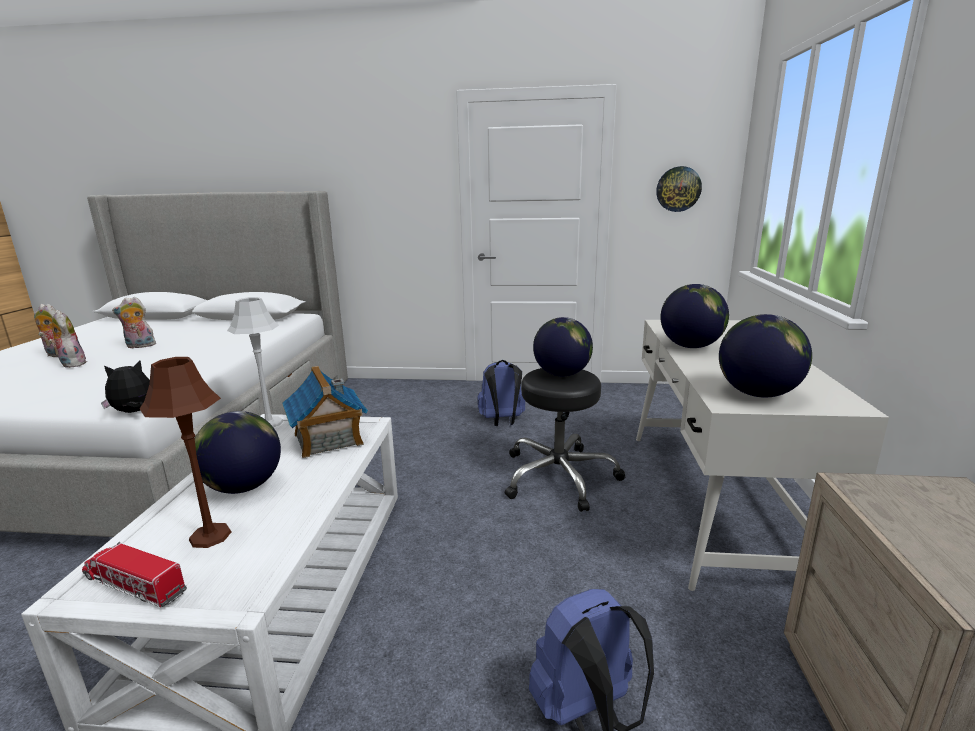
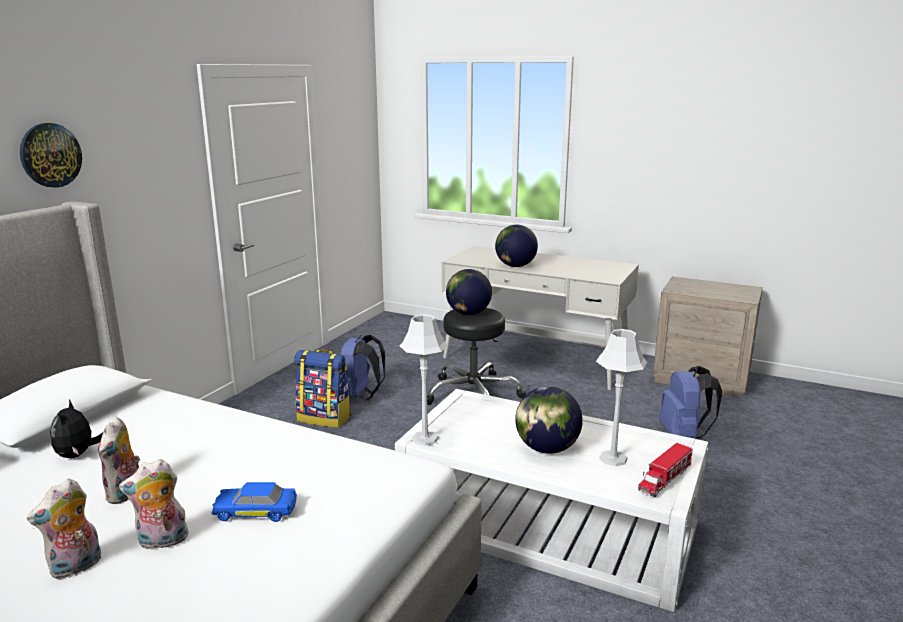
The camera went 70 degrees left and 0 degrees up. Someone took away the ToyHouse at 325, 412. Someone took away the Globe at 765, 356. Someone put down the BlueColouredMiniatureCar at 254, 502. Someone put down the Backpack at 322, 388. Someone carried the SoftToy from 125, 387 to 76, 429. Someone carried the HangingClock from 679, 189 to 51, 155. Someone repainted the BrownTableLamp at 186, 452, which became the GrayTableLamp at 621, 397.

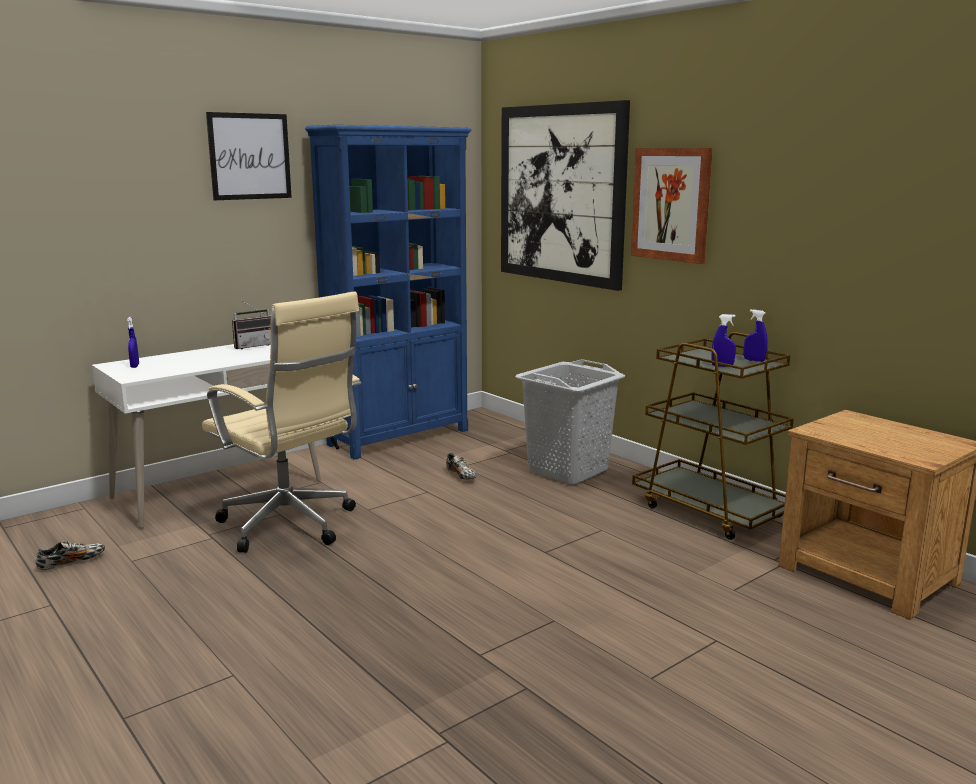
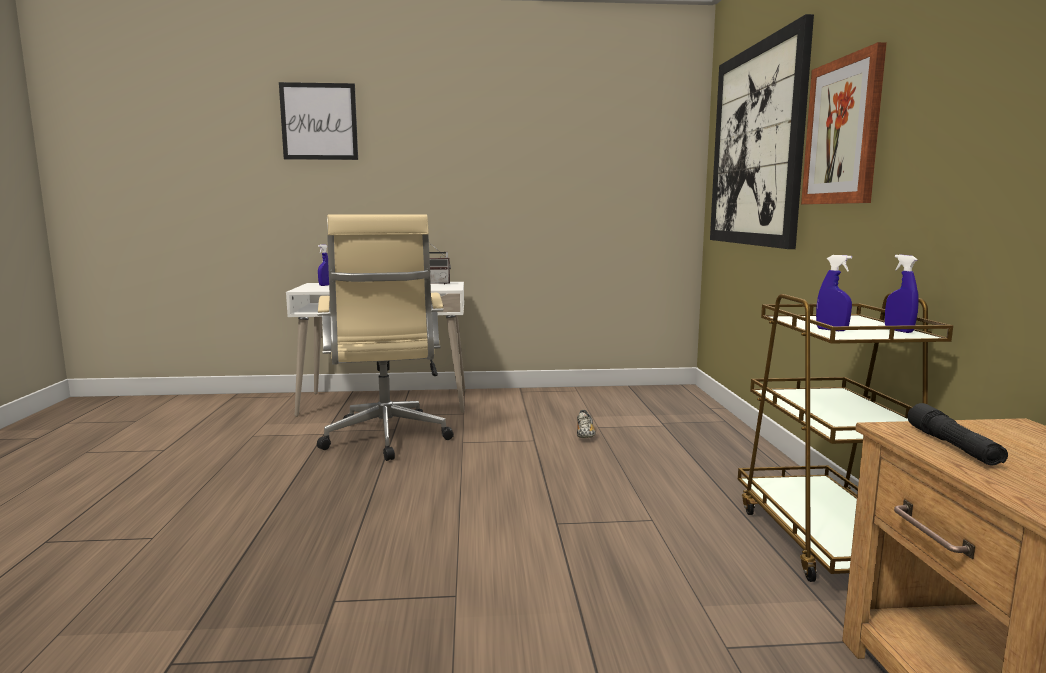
The camera went 35 degrees right and 5 degrees down. Someone took away the Shoe at 70, 555. Someone took away the BlueColouredShelvingUnit at 388, 292. Someone took away the GrayHamper at 570, 422. Someone put down the BlackFlashlight at 958, 434. Someone carried the WallArt from 249, 156 to 318, 121.

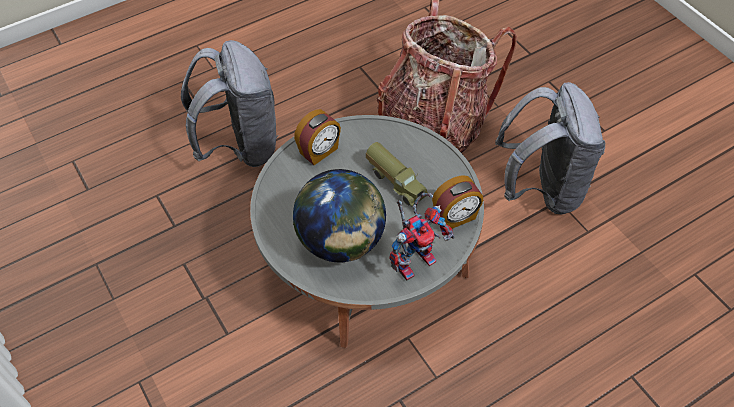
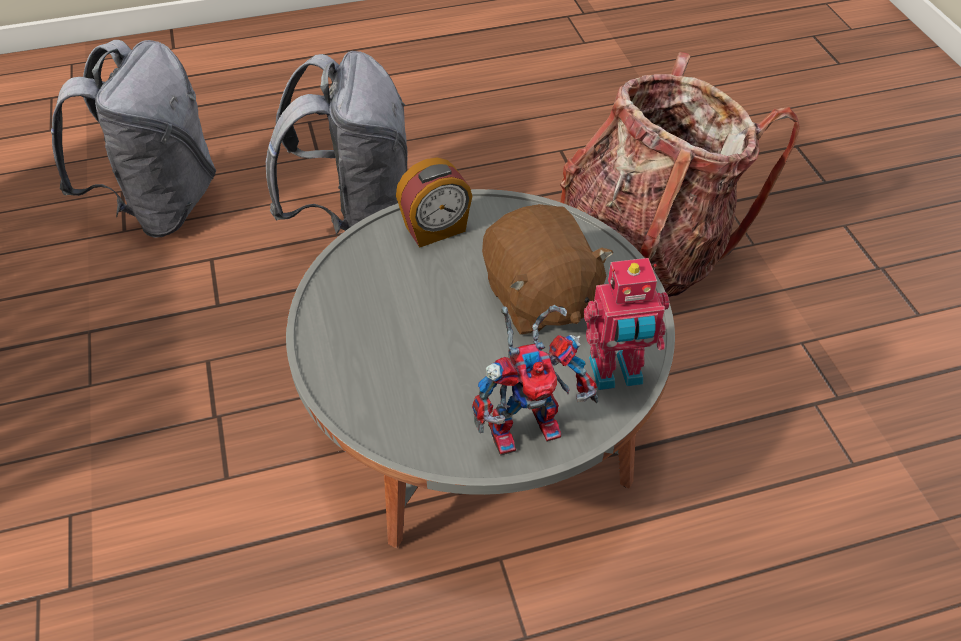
The camera went 15 degrees right and 5 degrees down. Someone took away the Globe at 339, 216. Someone carried the GrayBackpack from 550, 148 to 133, 139. Someone swapped the ToyTruck at 397, 174 for the BrownSoftToy at 547, 269. Someone swapped the BedsideClock at 457, 202 for the ToyRobot at 626, 324.

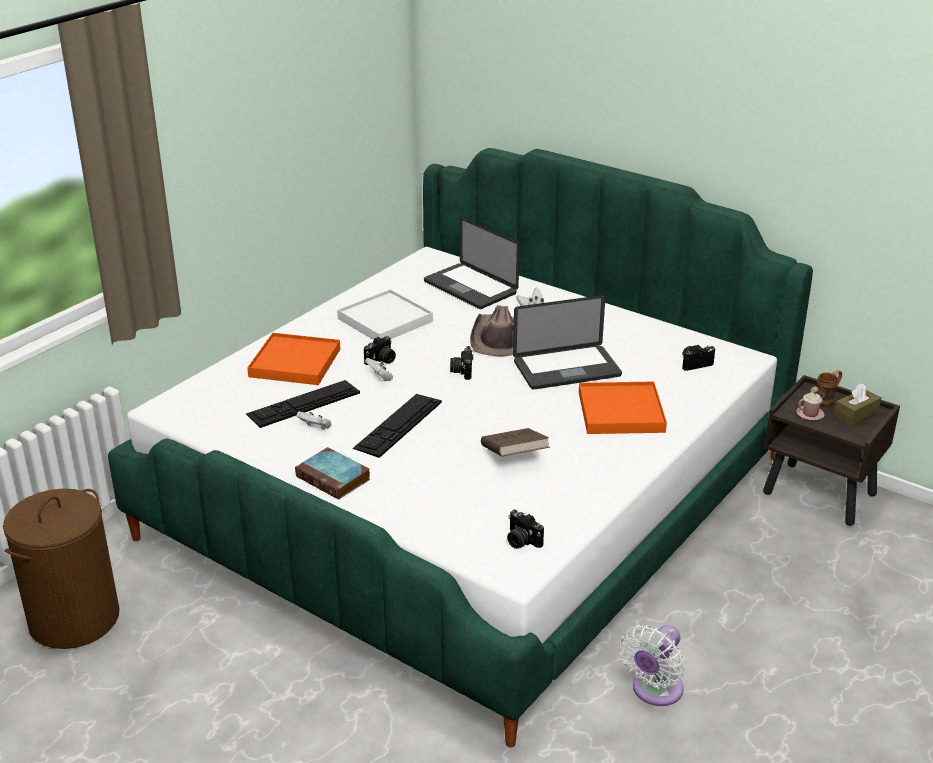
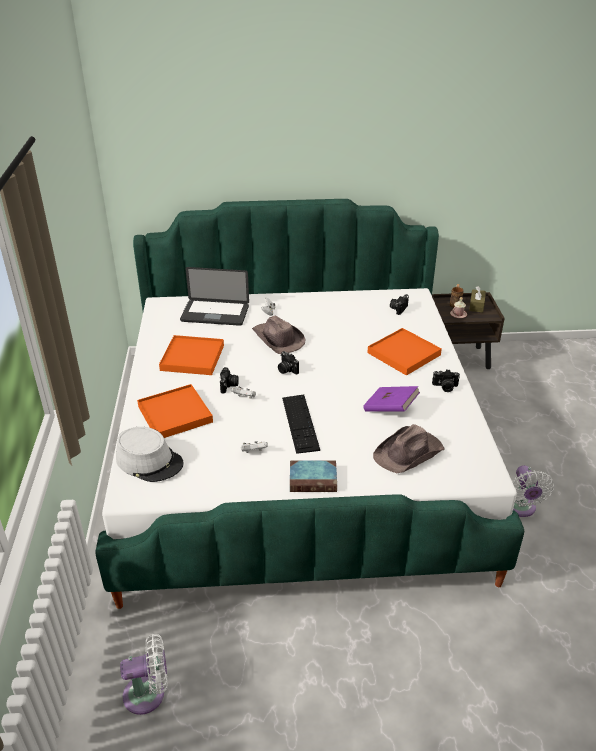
The camera went 40 degrees left and 5 degrees up. Someone took away the Keyboard at 303, 404. Someone took away the NotebookComputer at 567, 342. Someone put down the GrayClothingHat at 150, 454. Someone put down the BrownClothingHat at 408, 448. Someone carried the PhotoCamera from 525, 529 to 446, 380. Someone swapped the BrownHamper at 61, 569 for the WhiteColouredFan at 144, 674. Someone repainted the WhiteColouredTray at 385, 314, which became the OrangeColouredTray at 191, 355. Someone repainted the BrownBook at 515, 442, which became the PurpleBook at 391, 399.

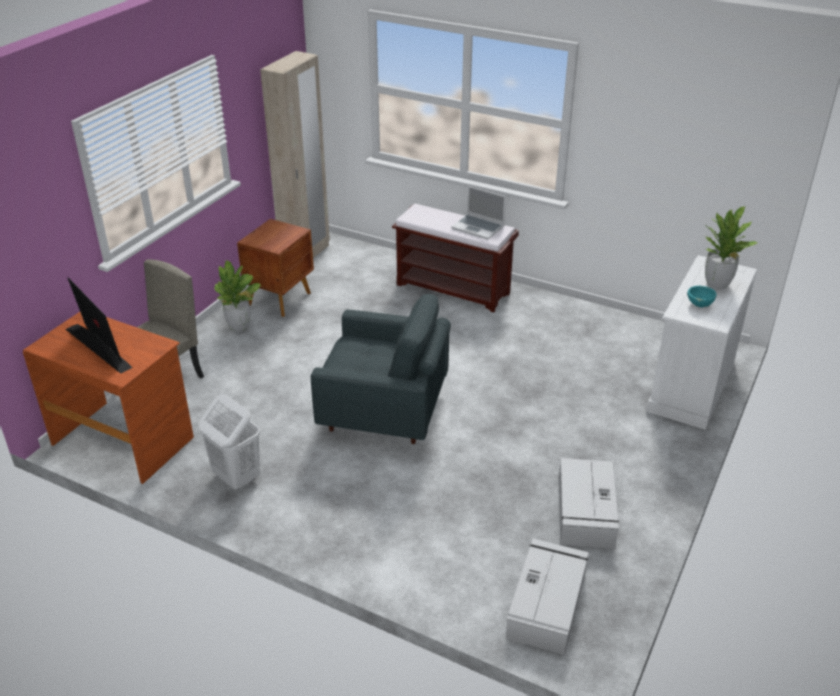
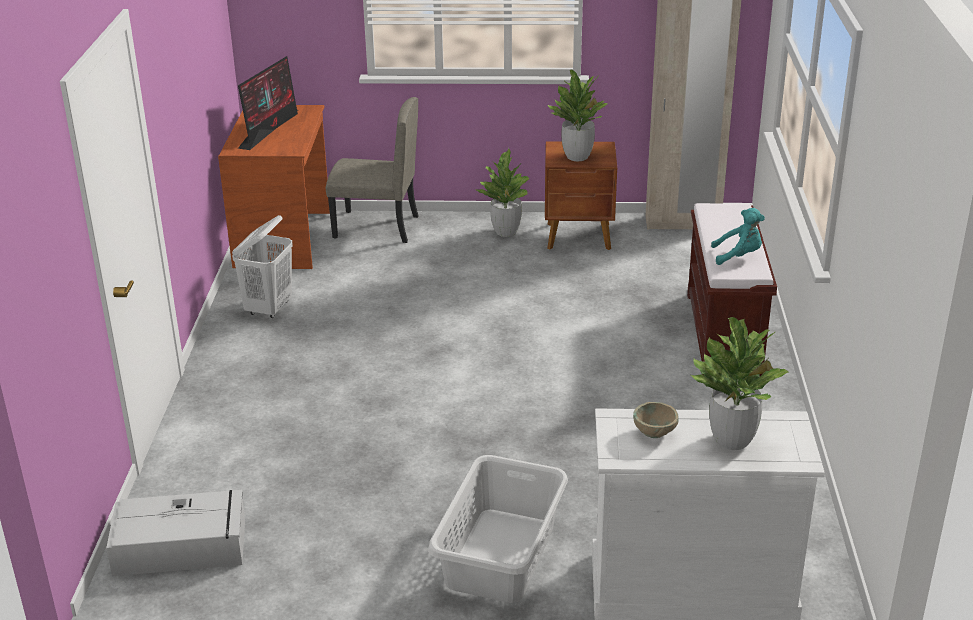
The camera went 65 degrees right and 5 degrees down. Someone took away the GrayLoungeChair at 381, 369. Someone took away the GrayStorageBox at 589, 503. Someone put down the GrayHamper at 498, 529. Someone put down the PottedPlant at 577, 115. Someone swapped the NotebookComputer at 478, 213 for the TurquoiseColouredSoftToy at 738, 236. Someone repainted the TurquoiseColouredBowl at 702, 296, which became the BeigeColouredBowl at 656, 420.

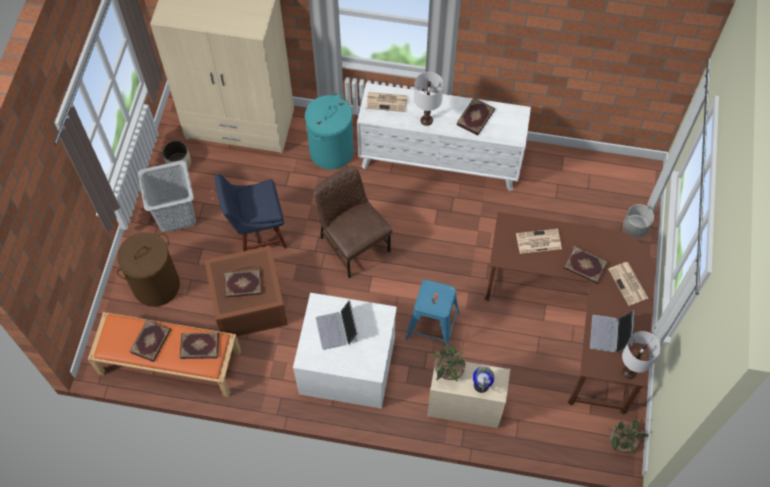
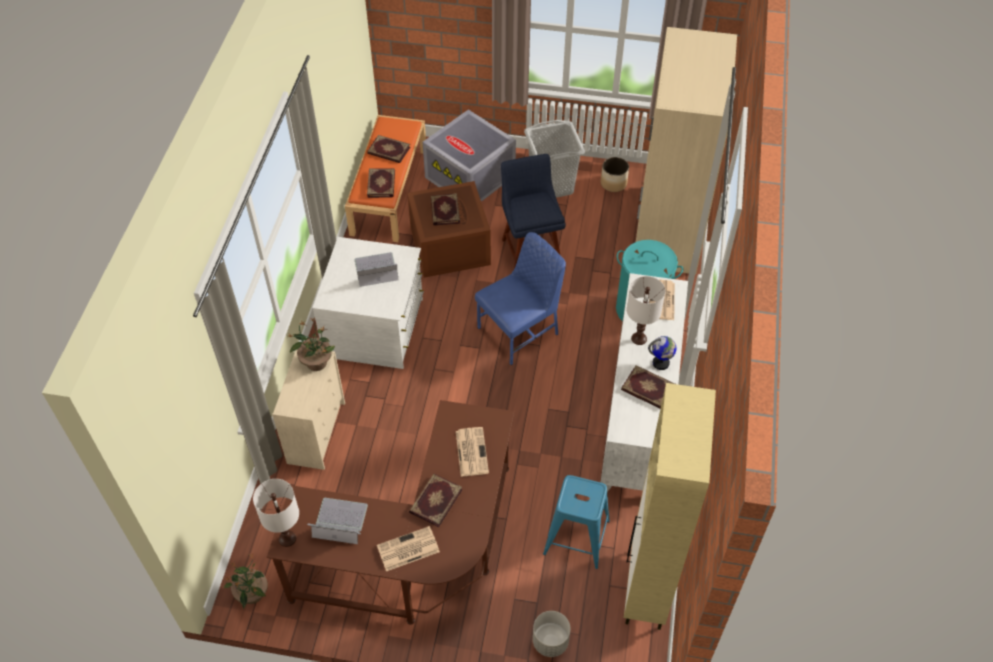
The camera went 90 degrees right and 10 degrees down. Someone put down the BeigeColouredStorageCabinet at 670, 506. Someone carried the BlueColouredStoolSeat from 432, 313 to 576, 522. Someone carried the Globe from 484, 380 to 662, 353. Someone swapped the BrownHamper at 148, 269 for the GrayStorageBox at 469, 155. Someone repainted the BrownPlainChair at 353, 222, which became the BlueColouredPlainChair at 520, 298.

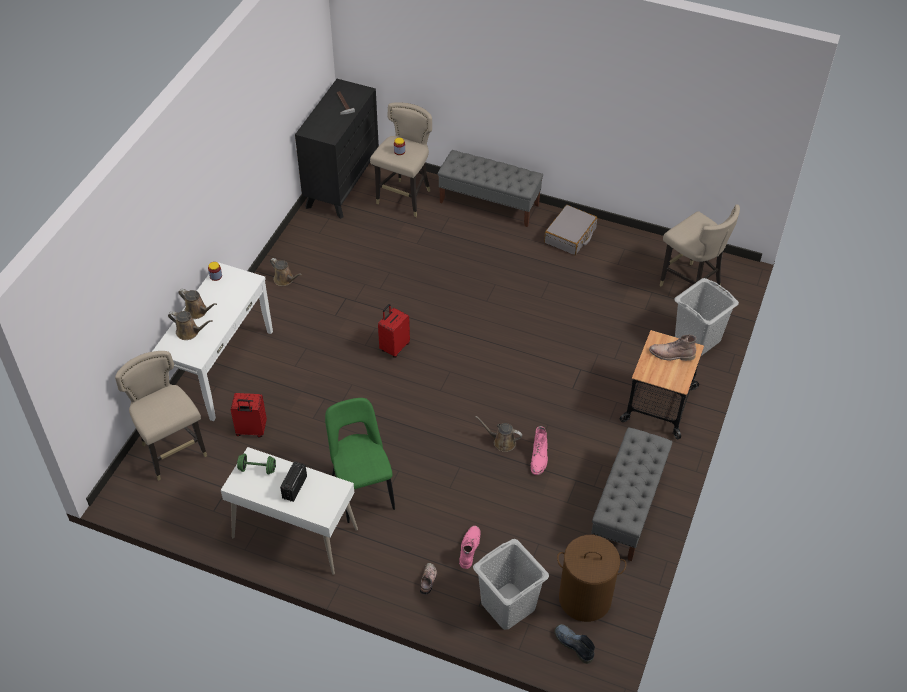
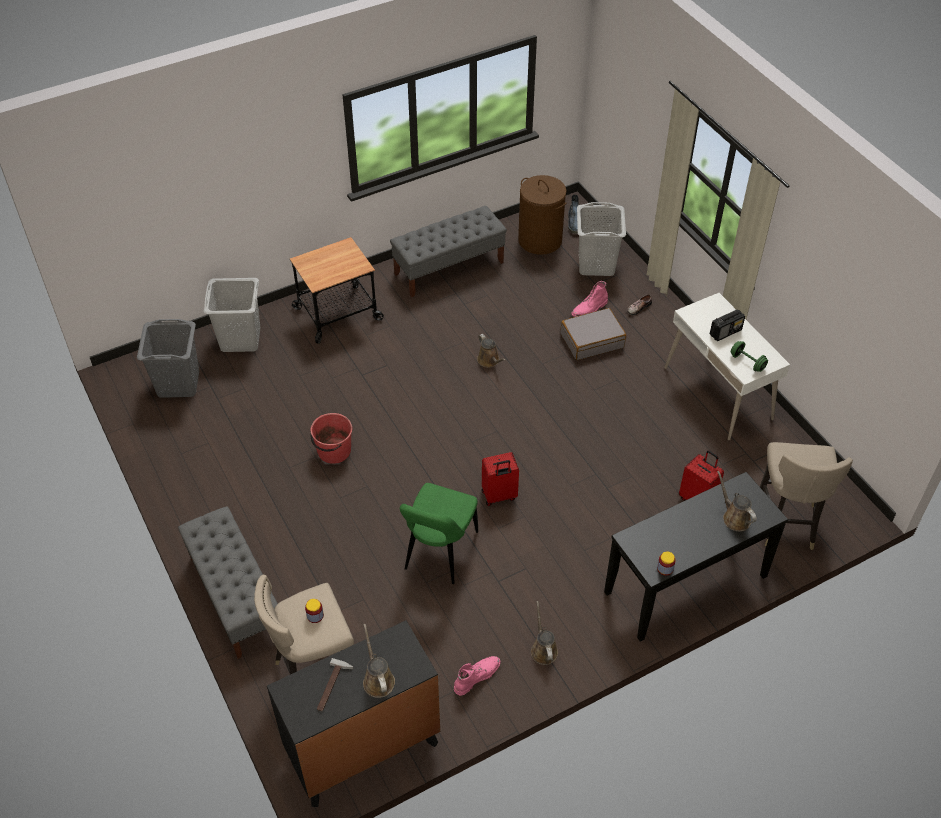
The camera went 140 degrees left and 0 degrees up. Someone took away the BrownHighTopBoot at 673, 348. Someone put down the RedPail at 331, 438. Someone carried the BrownWateringCan from 197, 304 to 379, 661. Someone carried the GreenPlainChair from 360, 460 to 439, 533. Someone carried the PinkishHighTopBoot from 539, 450 to 477, 676. Someone carried the GraySuitcase from 570, 230 to 593, 334. Someone swapped the BeigeColouredStoolSeat at 700, 246 for the GrayHamper at 168, 358. Someone repainted the WhiteColouredConsoleTable at 212, 341, which became the BlackConsoleTable at 696, 557.

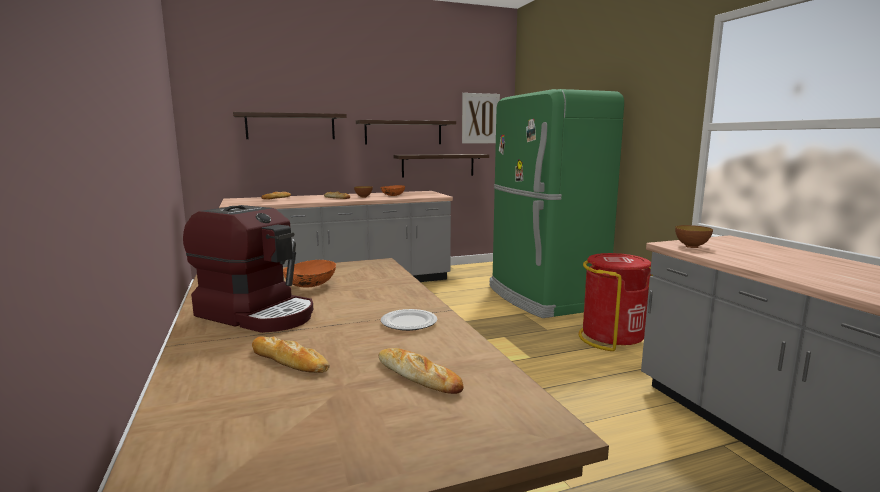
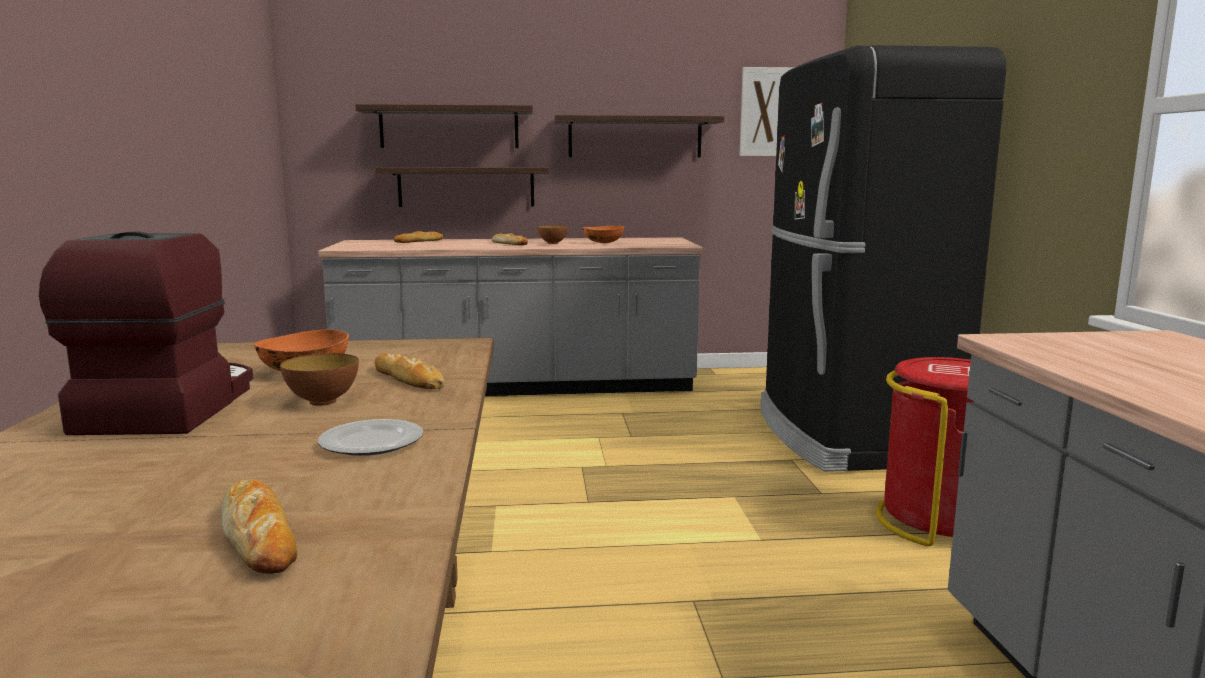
The camera went 15 degrees right and 0 degrees up. Someone carried the Bread from 290, 354 to 410, 371. Someone carried the WallShelf from 441, 166 to 462, 187. Someone carried the Bowl from 694, 236 to 319, 379. Someone repainted the GreenRefrigerator at 557, 203, which became the BlackRefrigerator at 883, 258. Someone rotated the CoffeeMachine at 248, 269 by 135 degrees counterclockwise.

